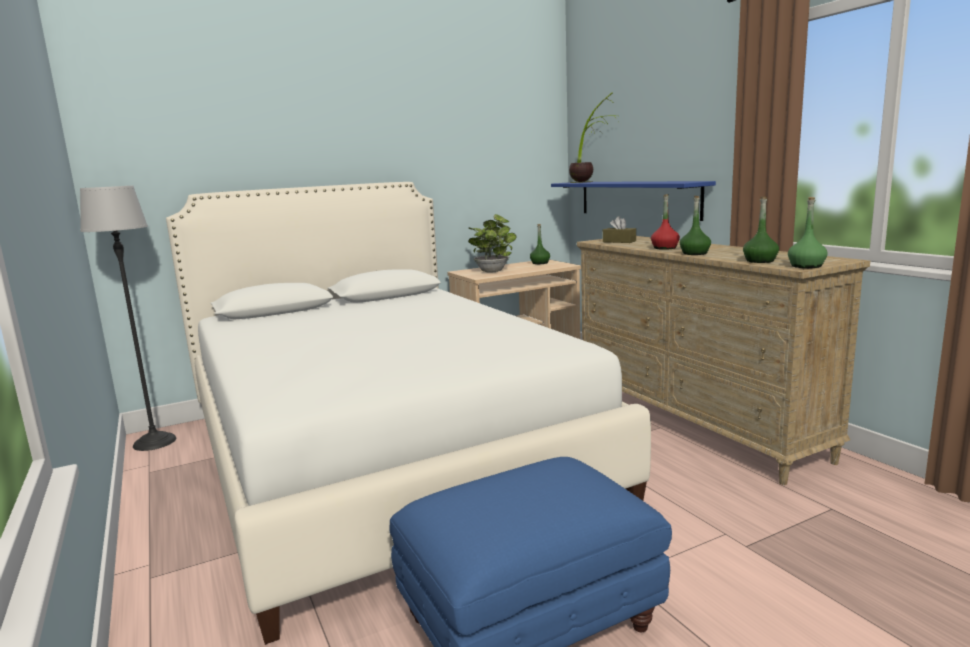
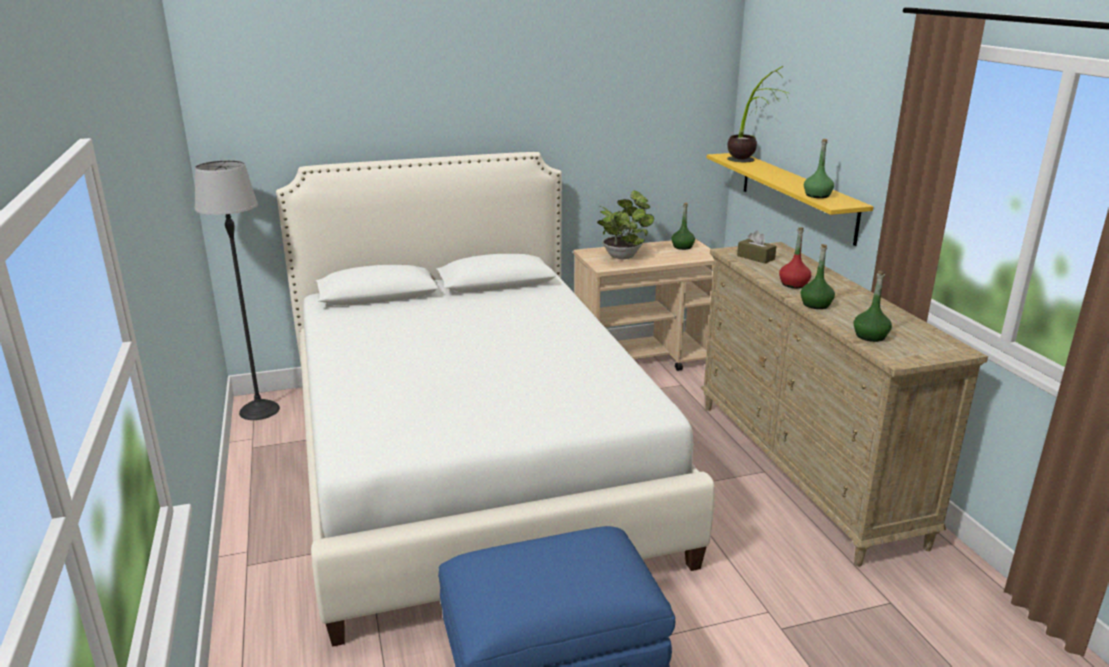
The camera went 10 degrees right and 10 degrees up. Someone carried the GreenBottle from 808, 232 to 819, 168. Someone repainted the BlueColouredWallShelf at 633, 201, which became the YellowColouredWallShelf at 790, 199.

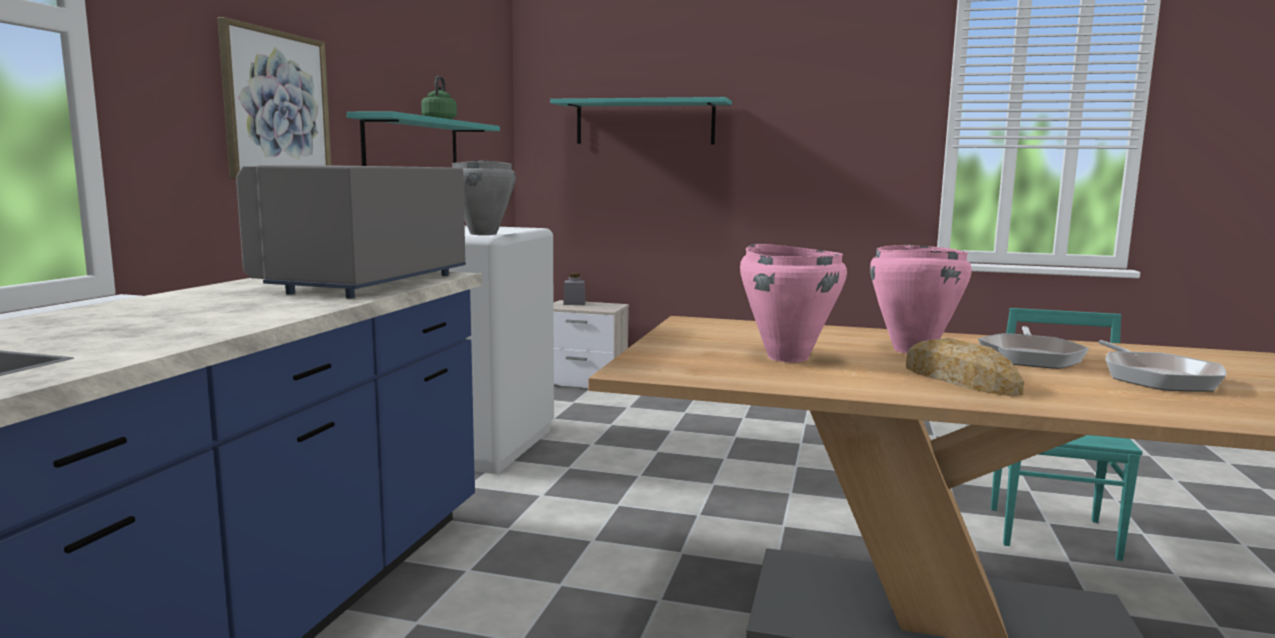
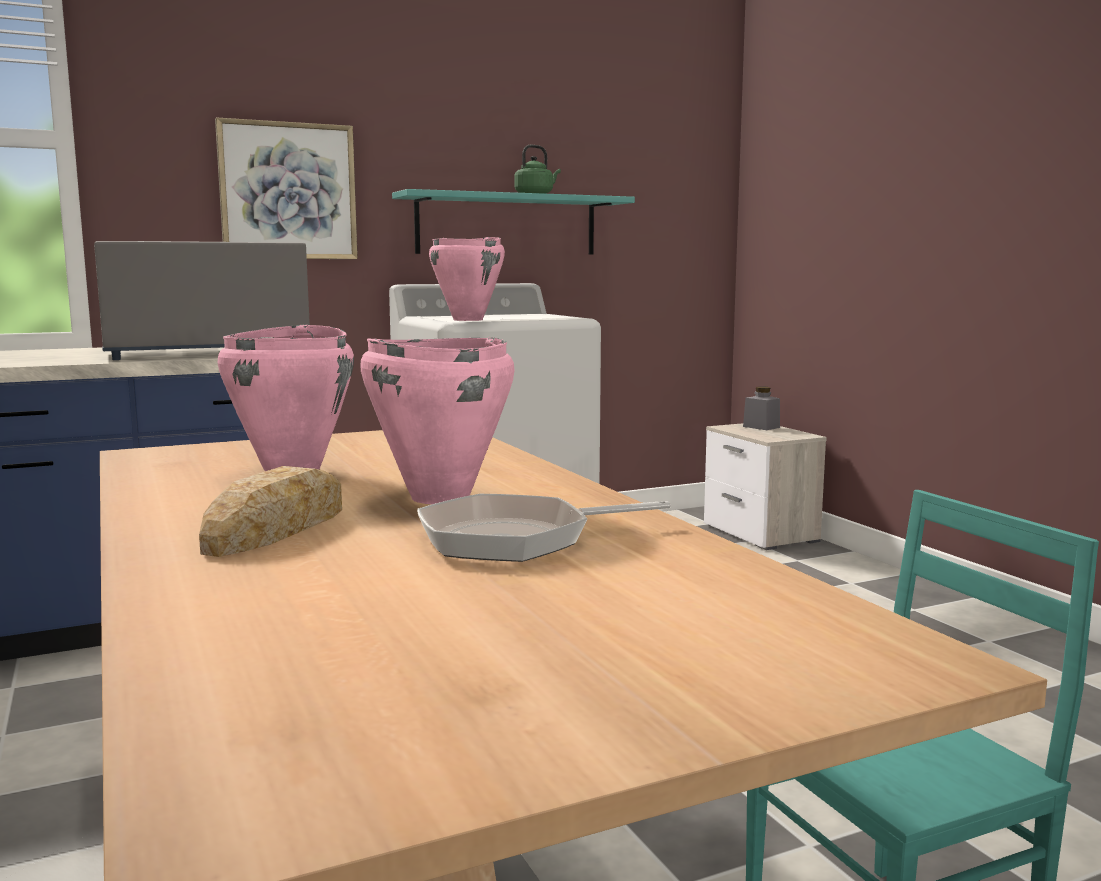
The camera went 50 degrees right and 0 degrees up. Someone took away the TurquoiseColouredWallShelf at 641, 120. Someone took away the Skillet at 1162, 366. Someone repainted the GrayStockpot at 484, 197, which became the PinkishStockpot at 467, 279.

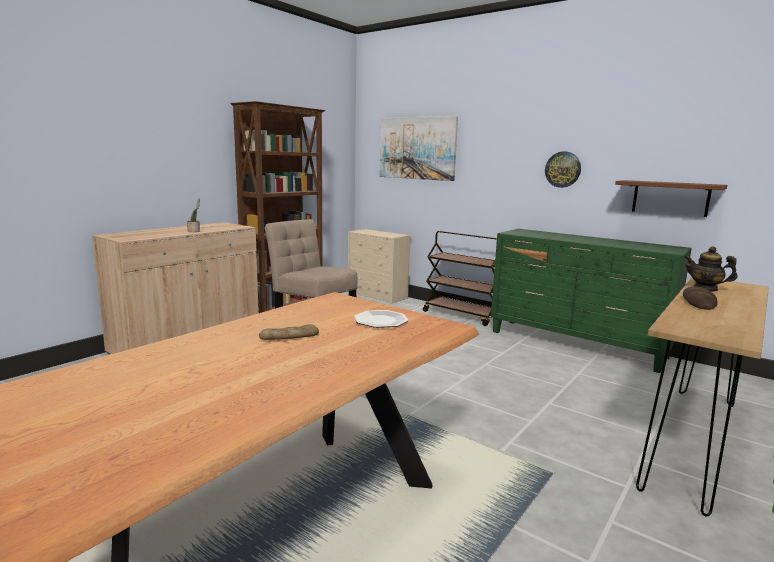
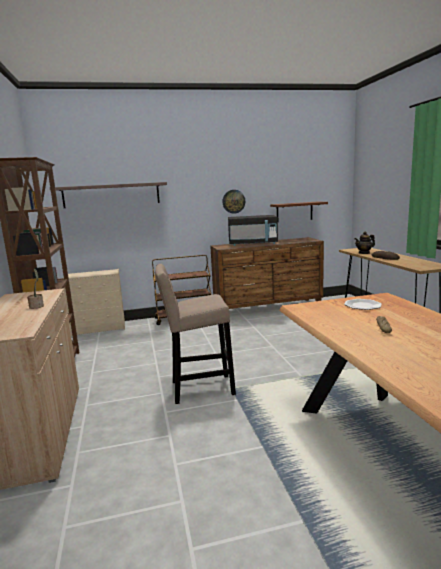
The camera went 50 degrees left and 0 degrees up. Someone put down the BlackKitchenMicrowave at 253, 230. Someone swapped the WallArt at 419, 148 for the WallShelf at 108, 195. Someone repainted the GreenChestOfDrawers at 591, 301, which became the BrownChestOfDrawers at 267, 273.

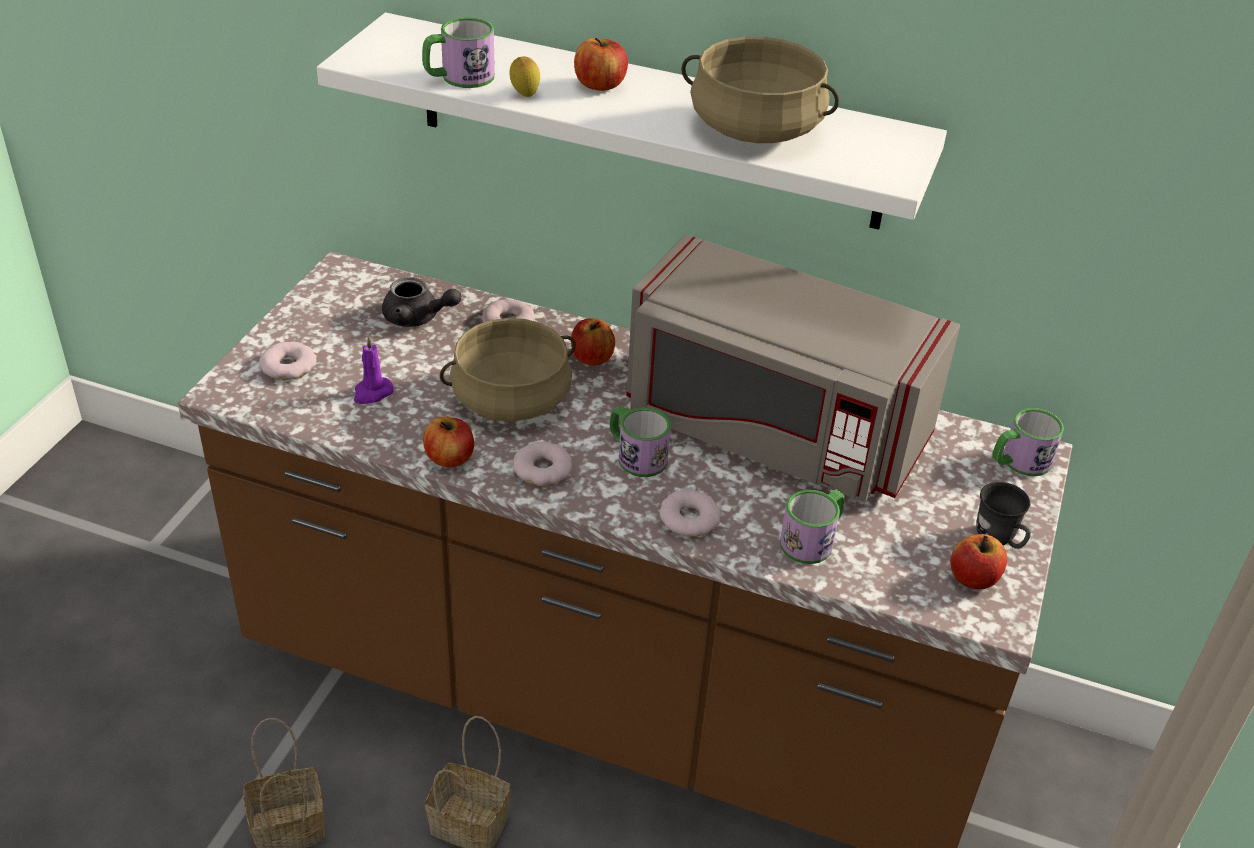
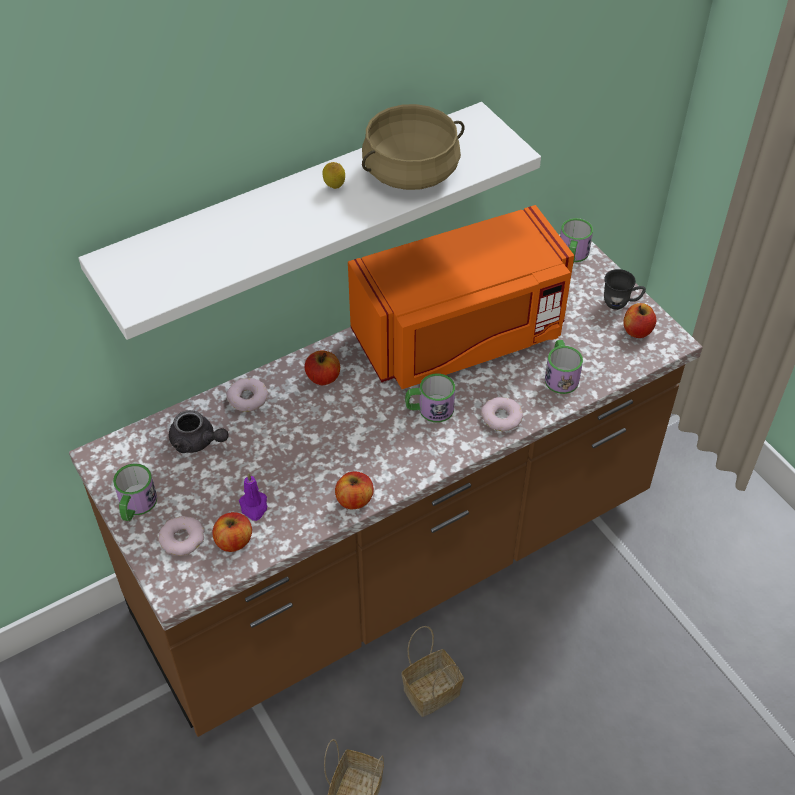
The camera went 50 degrees left and 10 degrees up. Someone took away the BeigeColouredStockpot at 508, 369. Someone took away the Donut at 542, 464. Someone carried the Mug from 458, 52 to 135, 492. Someone carried the CitrusFruit from 525, 76 to 333, 175. Someone carried the AppleFruit from 601, 64 to 232, 532. Someone repainted the GrayKitchenMicrowave at 793, 368, which became the OrangeColouredKitchenMicrowave at 461, 297. Someone rotated the GrayTeaPot at 421, 302 by 60 degrees clockwise.

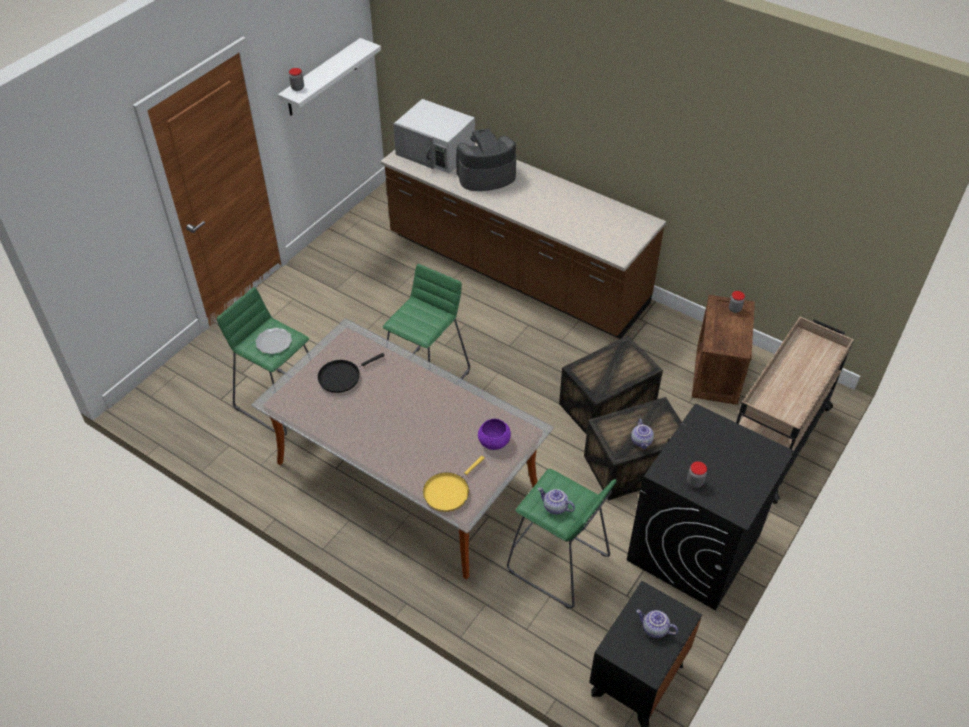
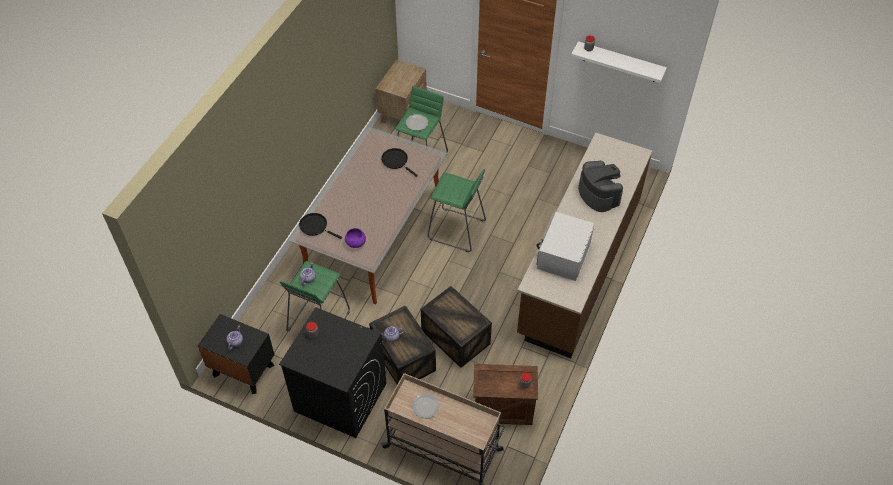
The camera went 80 degrees right and 5 degrees up. Someone put down the BrownBedsideTable at 401, 91. Someone put down the DinnerPlate at 426, 406. Someone carried the WhiteColouredKitchenMicrowave from 434, 136 to 565, 246. Someone repainted the YellowColouredSkillet at 454, 484, which became the BlackSkillet at 320, 226.

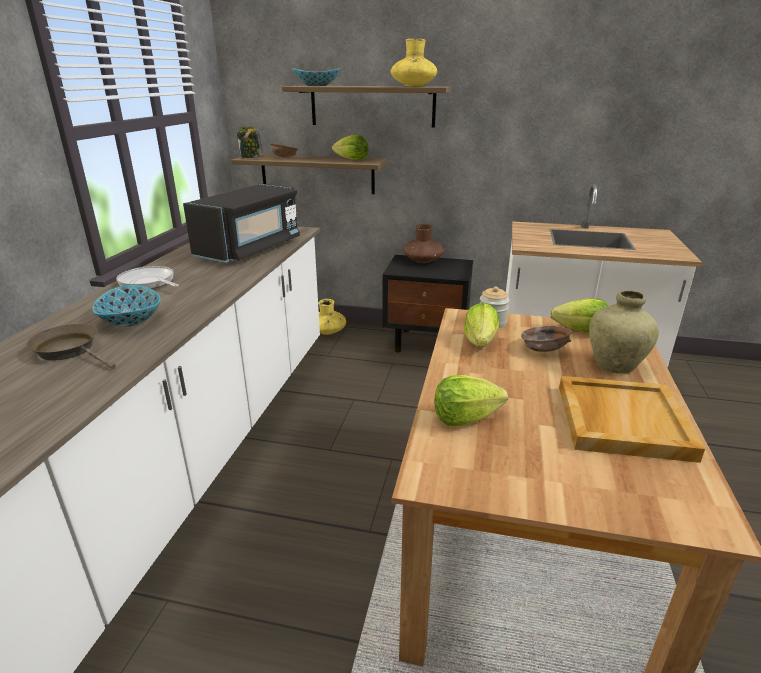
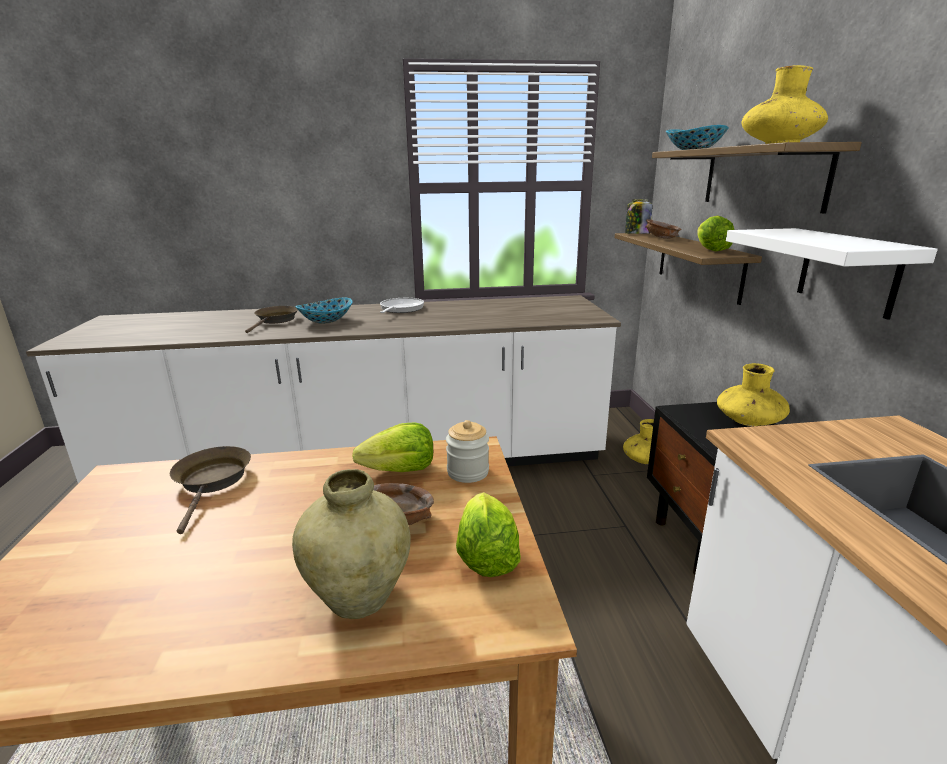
The camera went 70 degrees right and 5 degrees down. Someone took away the BlackKitchenMicrowave at 241, 223. Someone took away the BeigeColouredTray at 632, 419. Someone put up the WhiteColouredWallShelf at 832, 274. Someone swapped the HeadOfLettuce at 471, 400 for the BrownSkillet at 210, 490. Someone repainted the BrownVase at 424, 243, which became the YellowColouredVase at 753, 394.

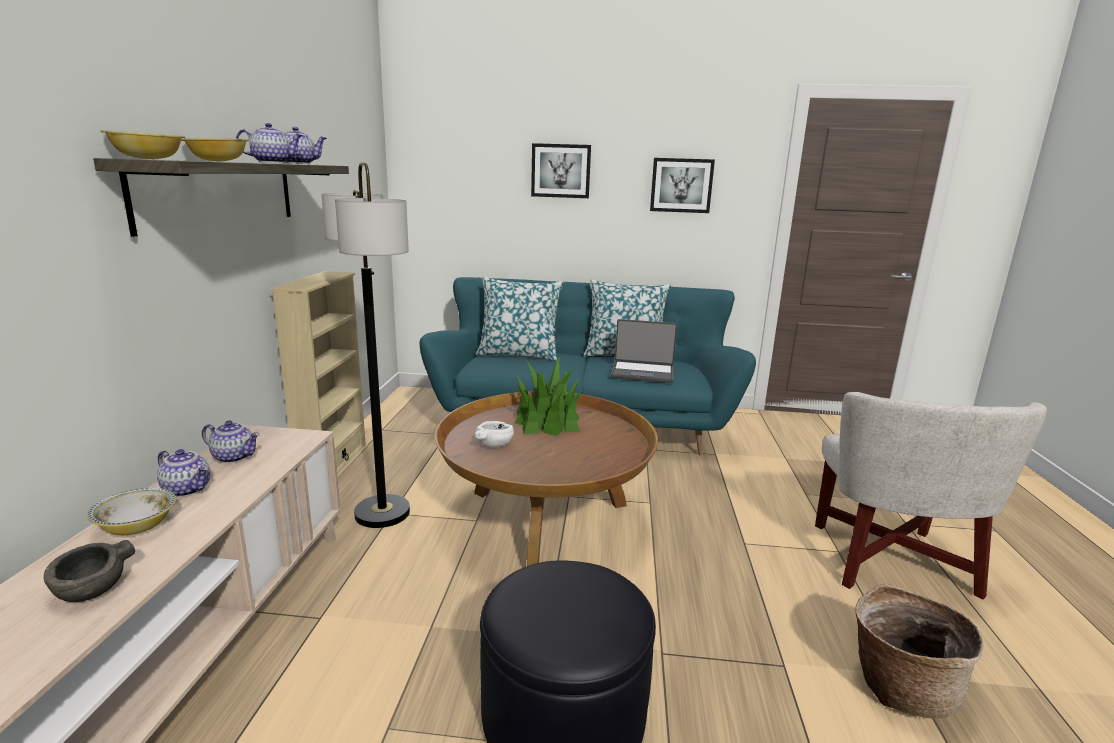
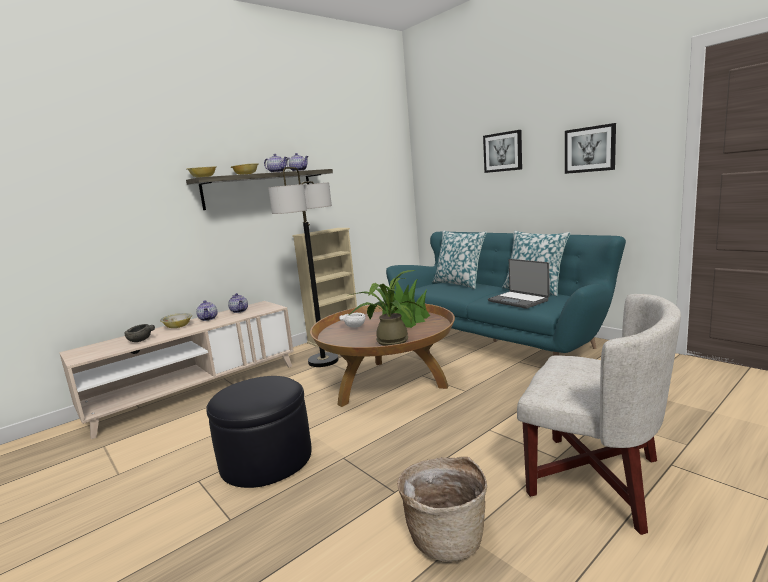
The camera went 45 degrees right and 5 degrees down. Someone put down the PottedPlant at 387, 308. Someone rotated the WhiteColouredLoungeChair at 931, 495 by 105 degrees counterclockwise.

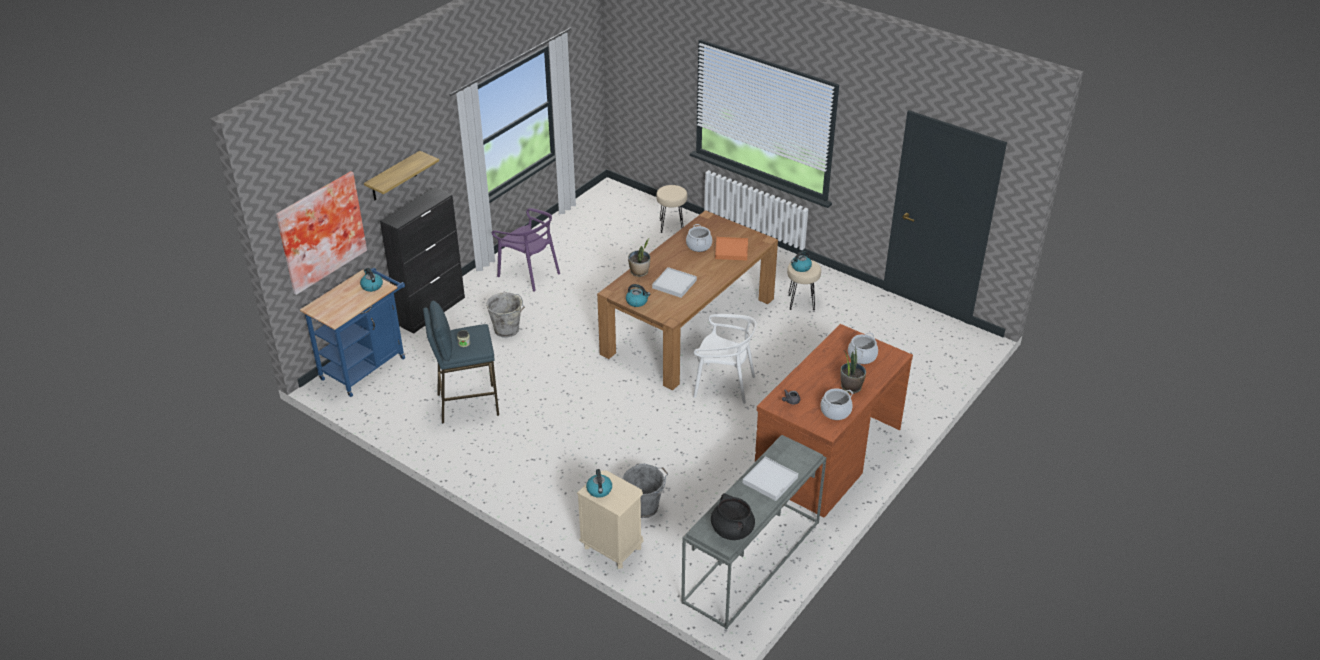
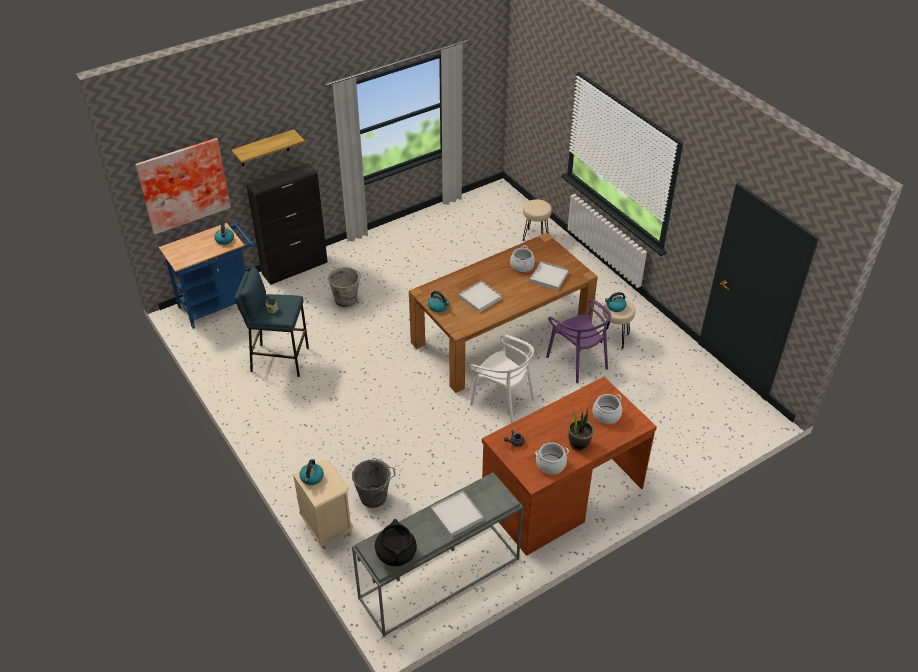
The camera went 20 degrees right and 5 degrees up. Someone took away the PottedPlant at 639, 257. Someone carried the PurplePlainChair from 526, 249 to 578, 341. Someone repainted the OrangeColouredTray at 731, 249, which became the WhiteColouredTray at 549, 276.

